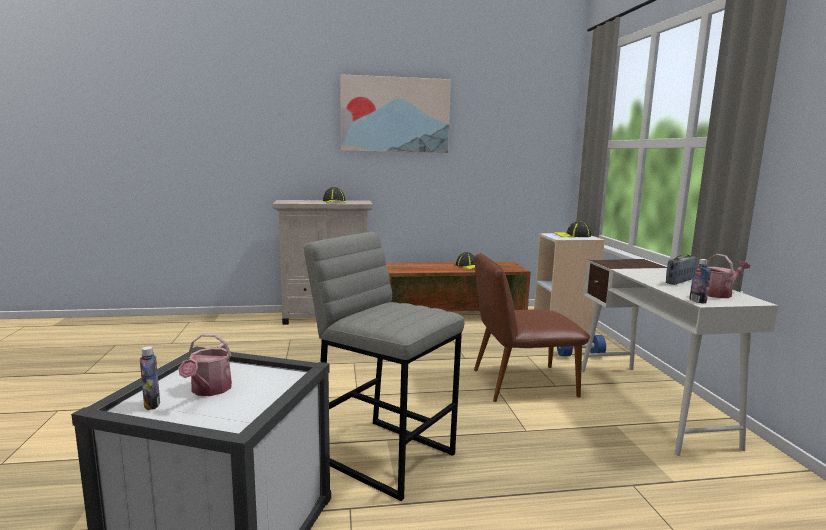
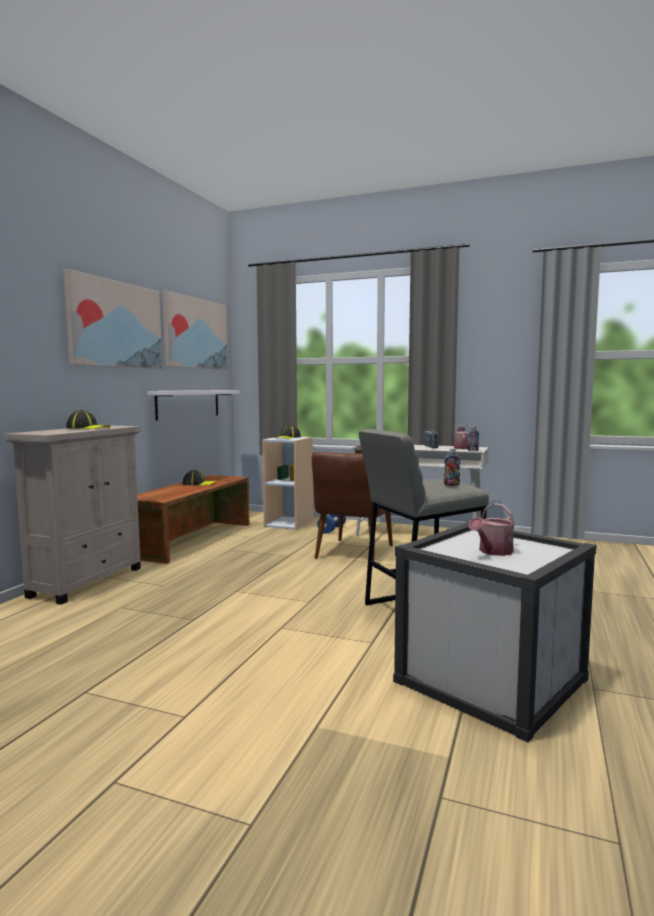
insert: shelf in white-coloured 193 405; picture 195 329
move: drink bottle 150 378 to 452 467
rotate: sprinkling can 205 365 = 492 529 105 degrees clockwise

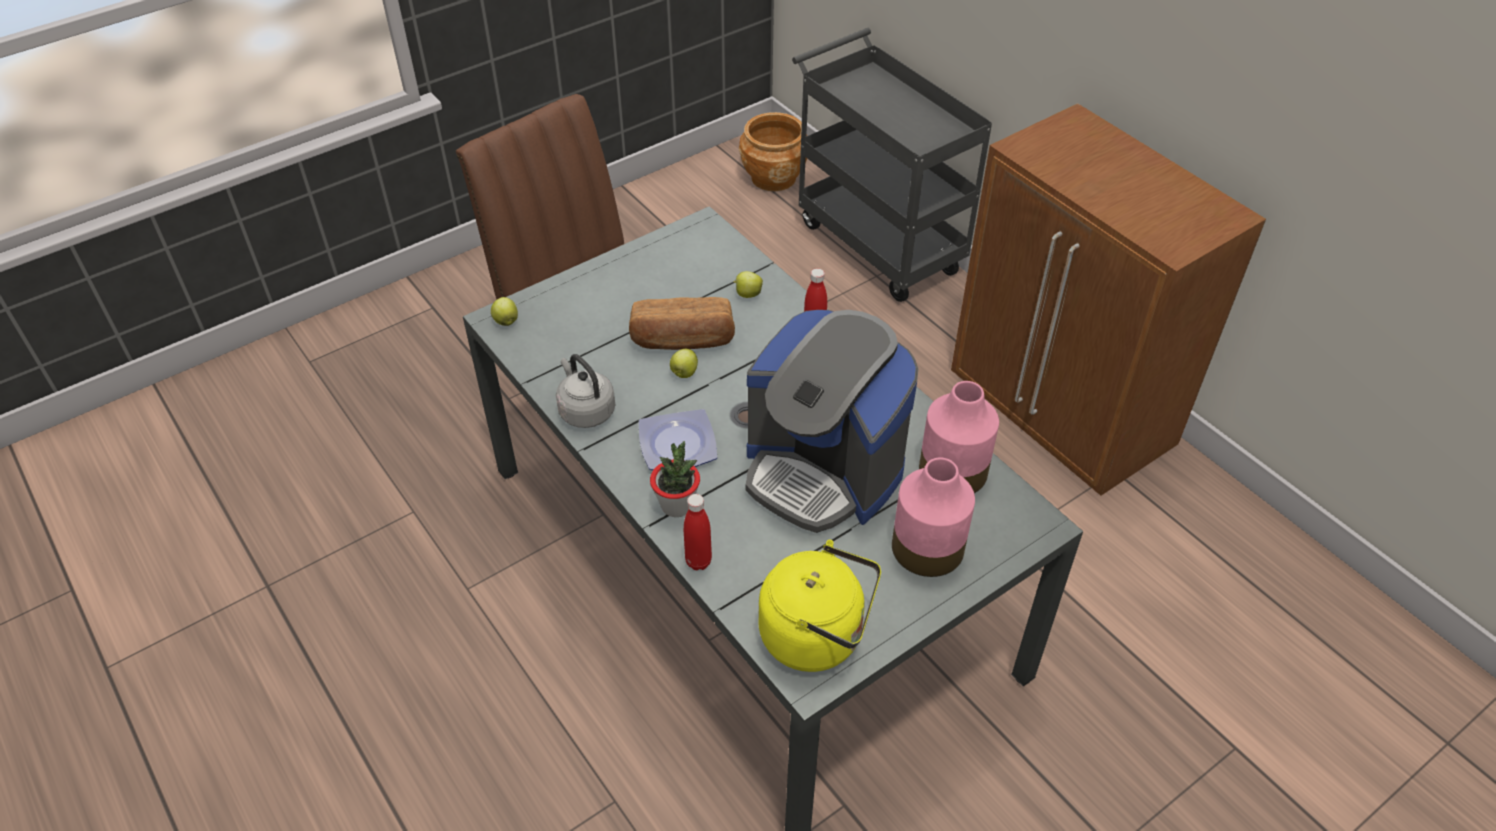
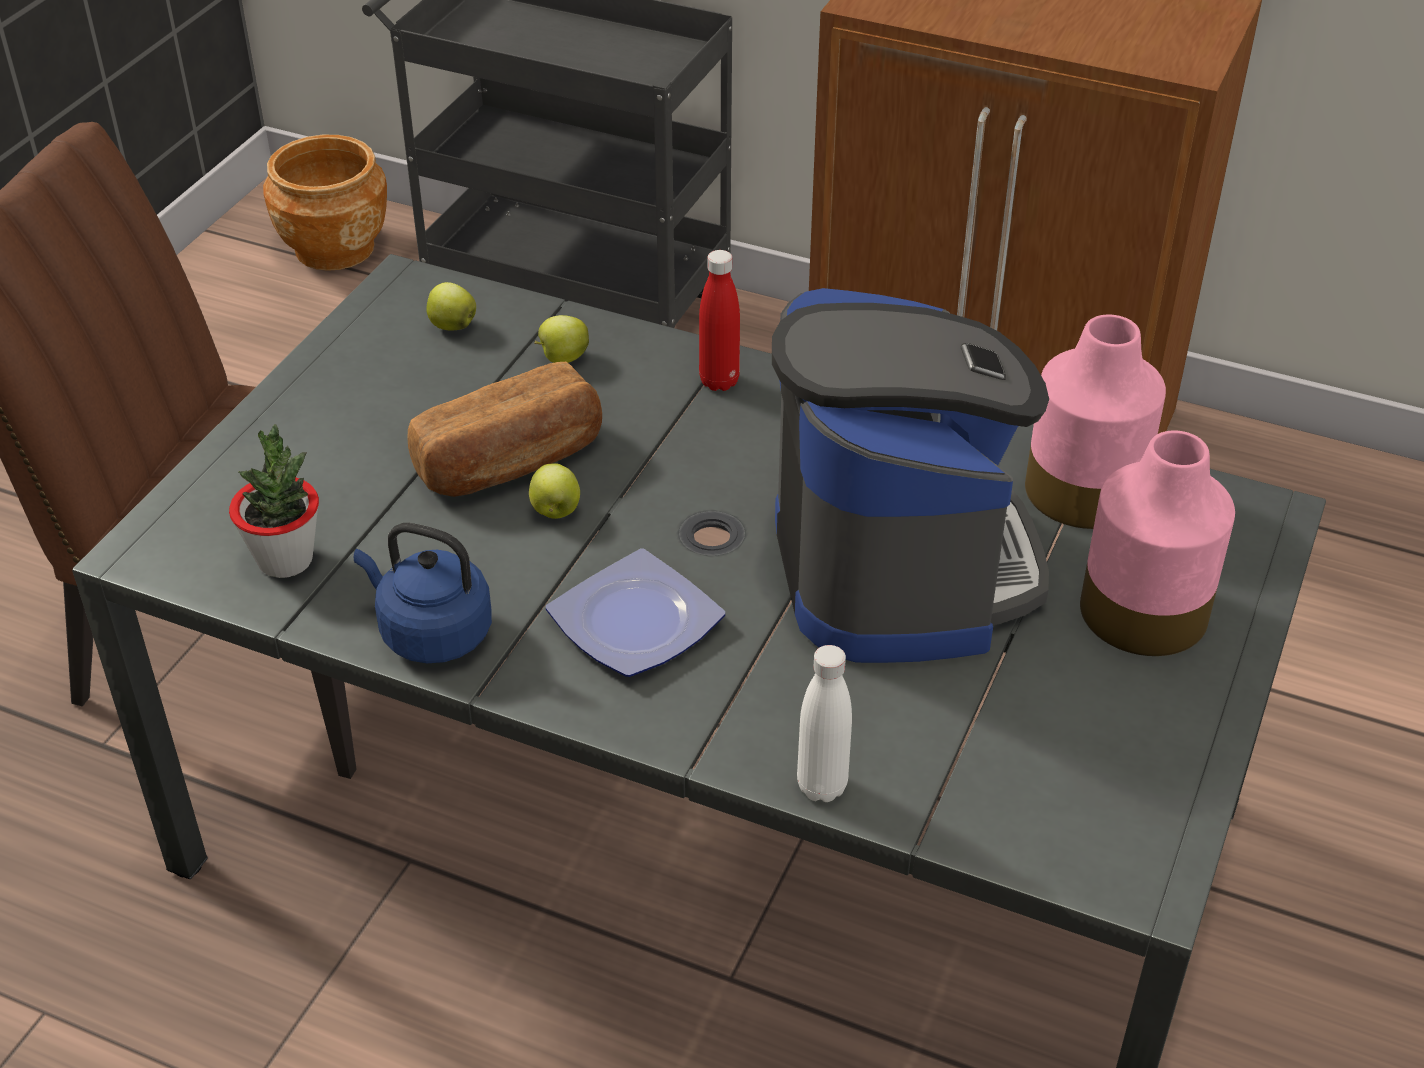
delete: water kettle in yellow 820 606
move: whole apple 504 311 to 451 306; houseplant 675 479 to 274 501
recolor: water kettle in gray 585 391 to water kettle in blue-coloured 423 593; drink bottle in reddish 698 532 to drink bottle in white-coloured 824 723
rotate: coffee machine 832 421 = 910 475 105 degrees counterclockwise

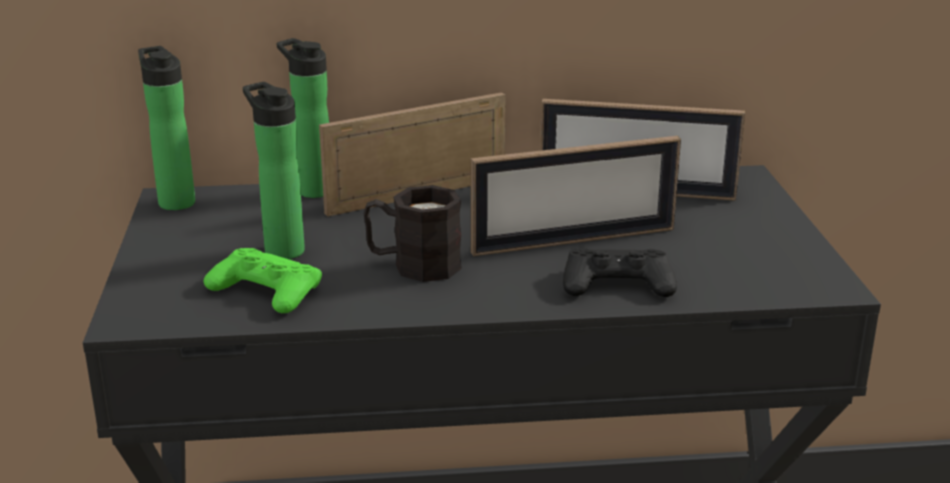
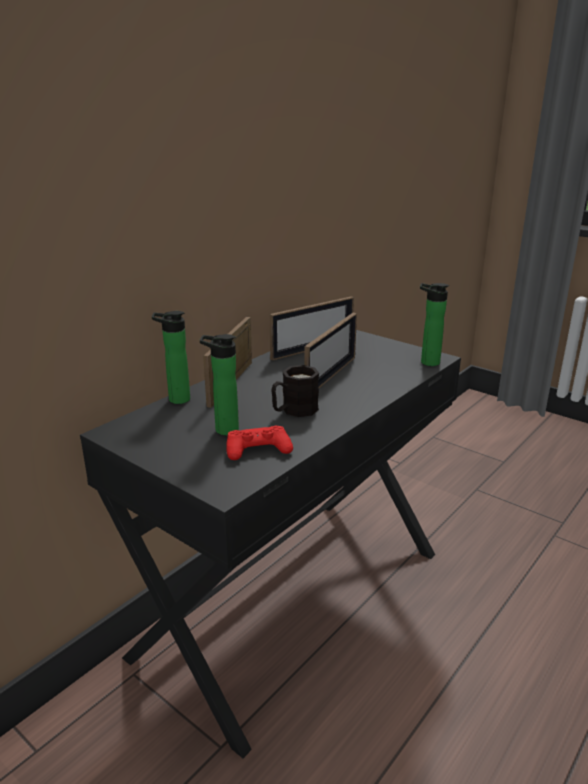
delete: joypad in blackish 620 272
move: drink bottle 166 128 to 434 324
recolor: joypad in green 263 280 to joypad in reddish 259 443

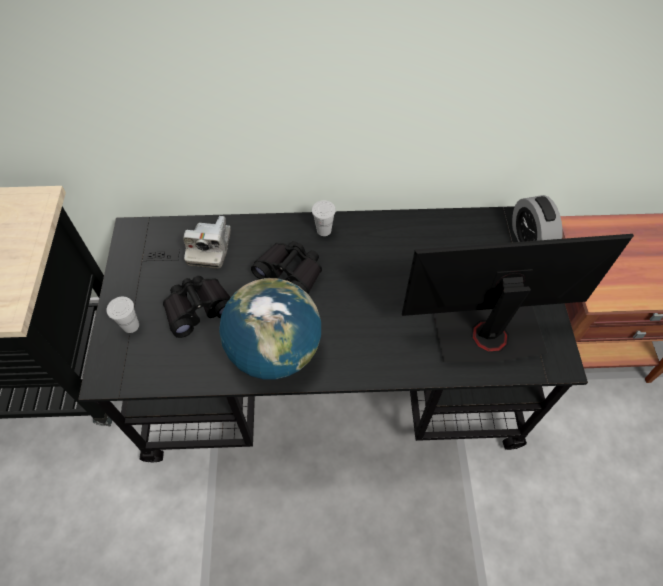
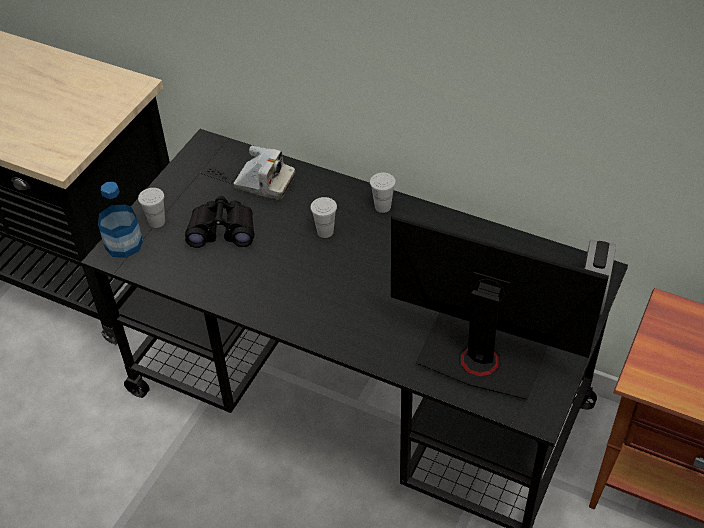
delete: desk globe 270 329
insert: drink bottle 120 220
replace: binoculars in blackish 286 267 to cup in white-coloured 323 217
rotate: still camera 207 242 = 264 173 105 degrees counterclockwise

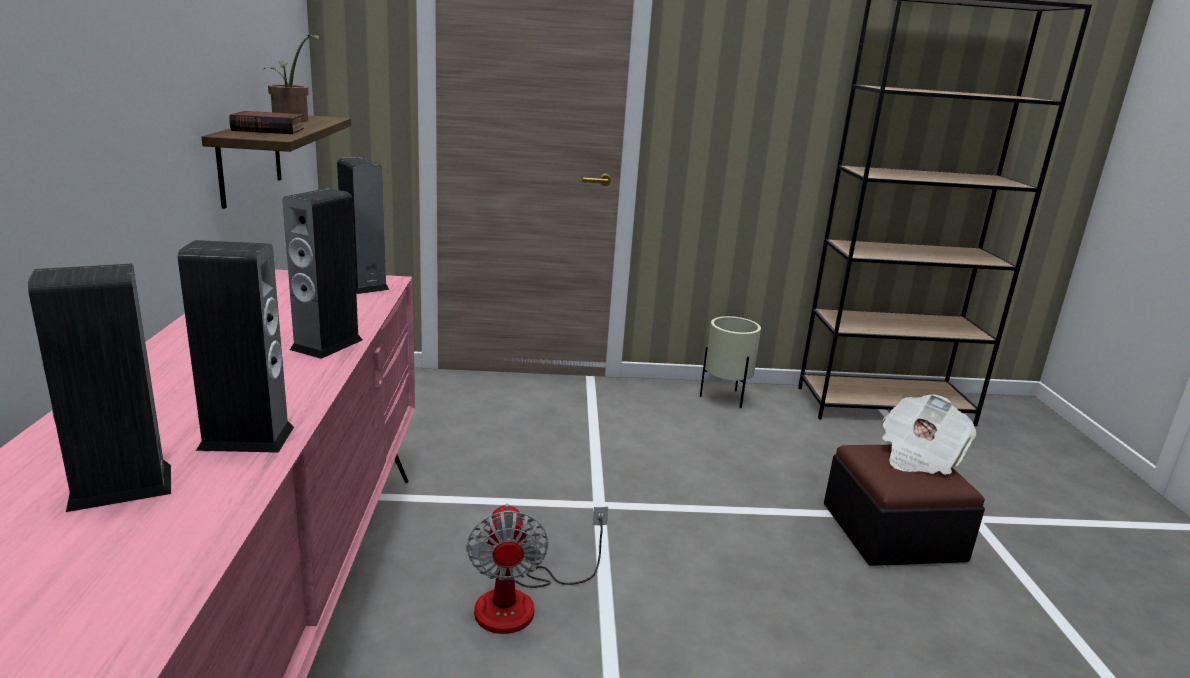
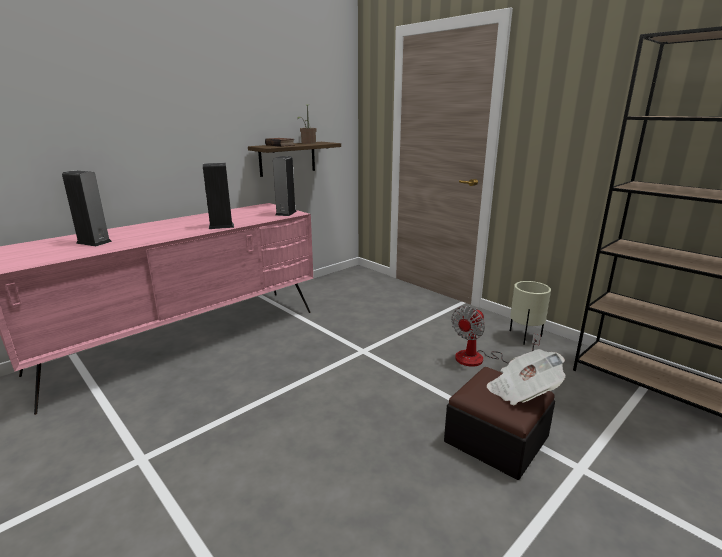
delete: loudspeaker 236 346
move: cooling fan 537 569 to 496 336

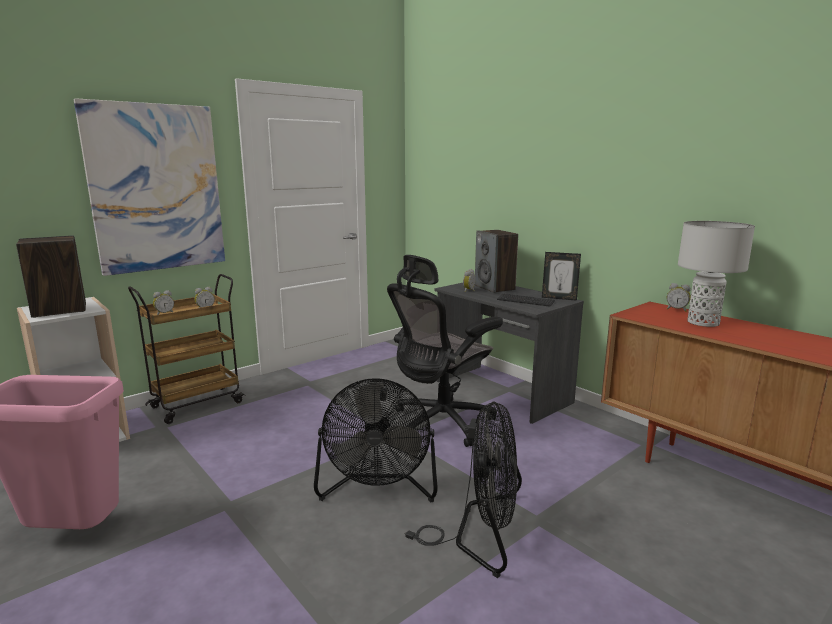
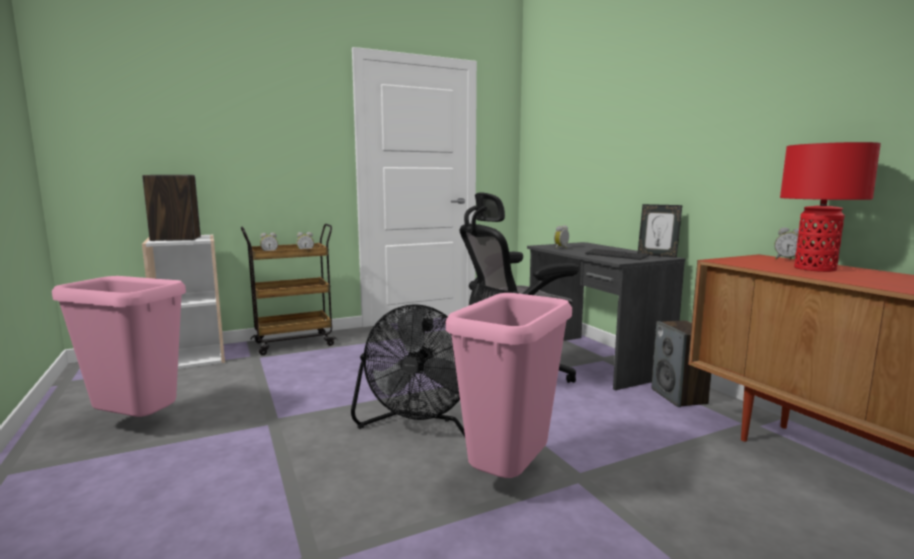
delete: picture 149 187
move: loudspeaker 496 261 to 681 363
replace: cooling fan in blackish 463 490 to trash can in pink-coloured 509 385
recolor: table lamp in white-coloured 716 274 to table lamp in reddish 830 207

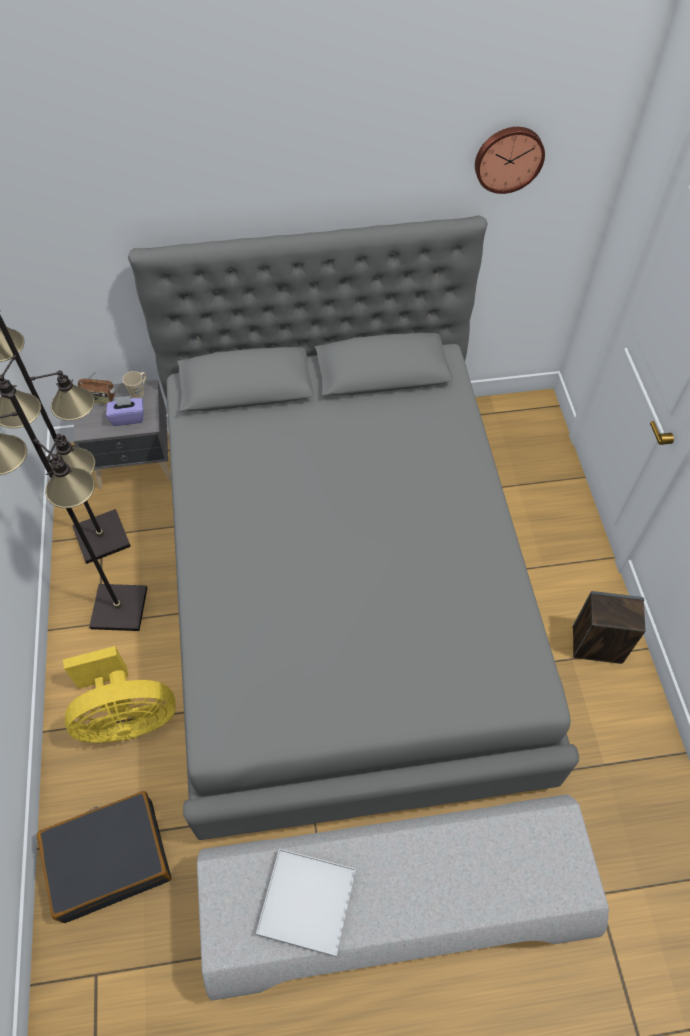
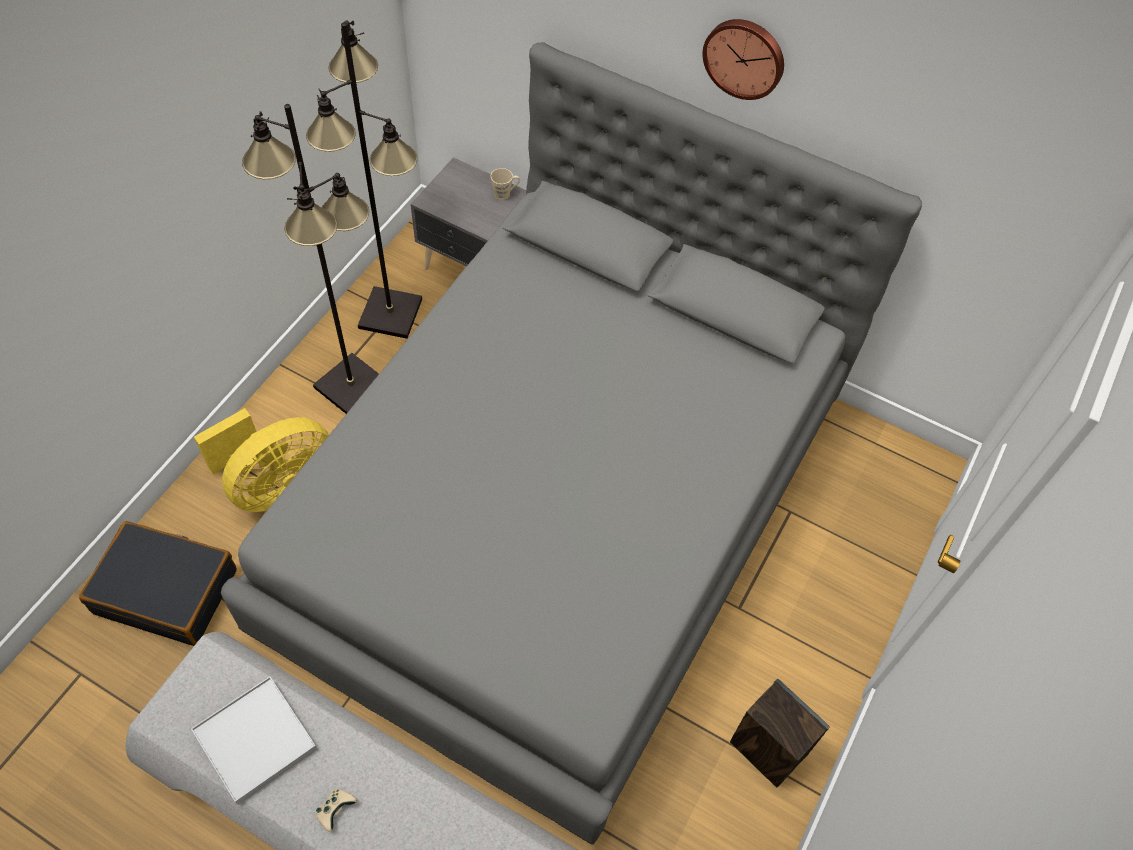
delete: radio 96 387; tissue box in purple 124 411
insert: joypad in sand-coloured 336 810
move: clock on the wall 510 160 to 743 59
rotate: cooling fan in yellow 119 694 = 261 460 60 degrees counterclockwise

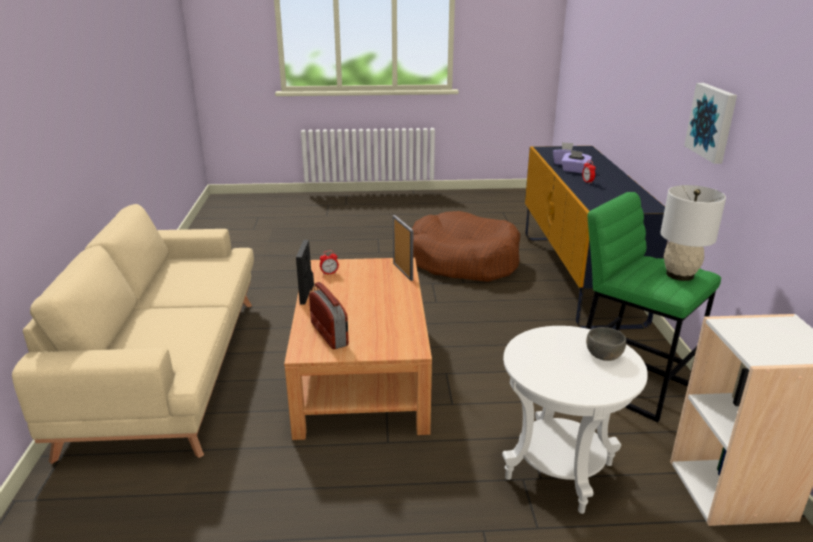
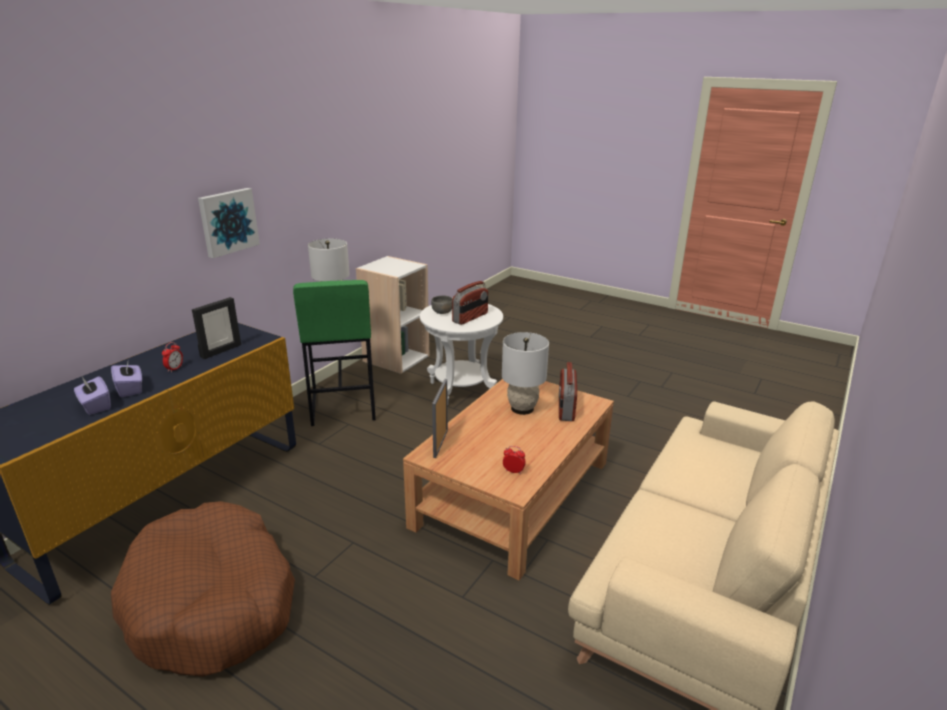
insert: radio 470 303; table lamp in white-coloured 525 373
move: standing frame 305 272 to 216 328

